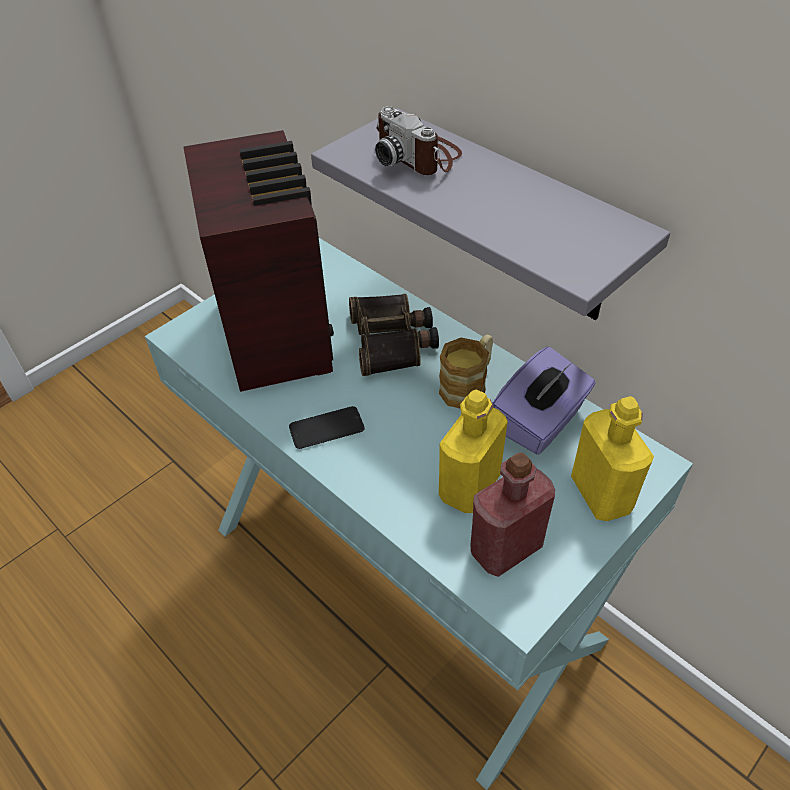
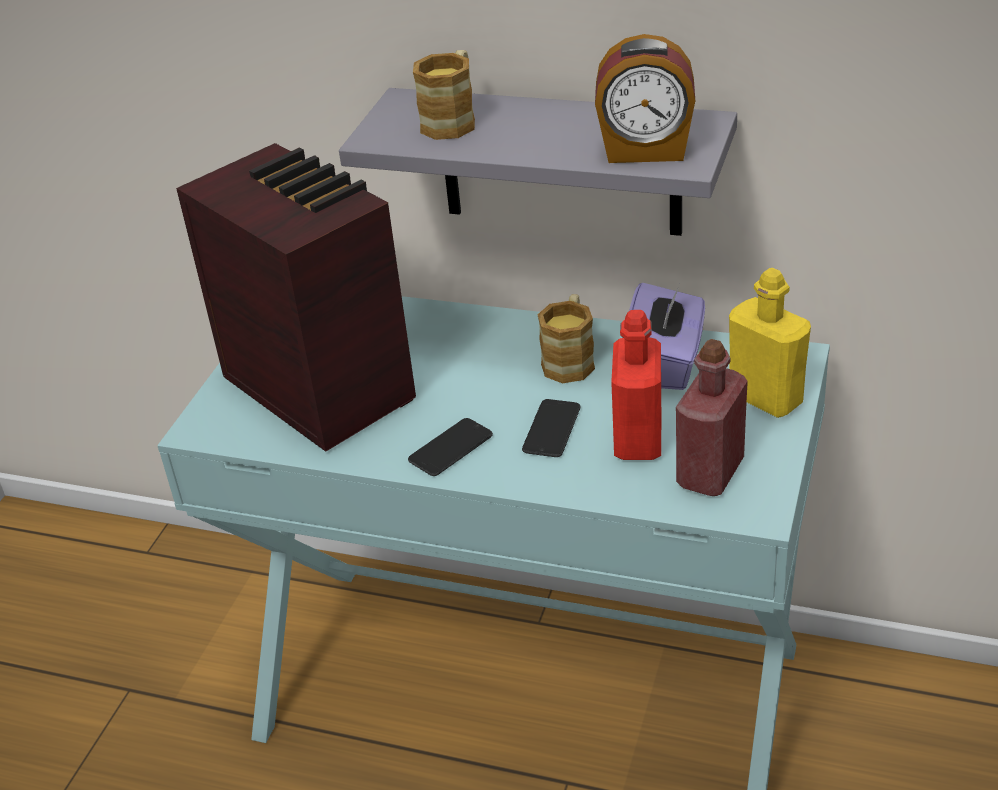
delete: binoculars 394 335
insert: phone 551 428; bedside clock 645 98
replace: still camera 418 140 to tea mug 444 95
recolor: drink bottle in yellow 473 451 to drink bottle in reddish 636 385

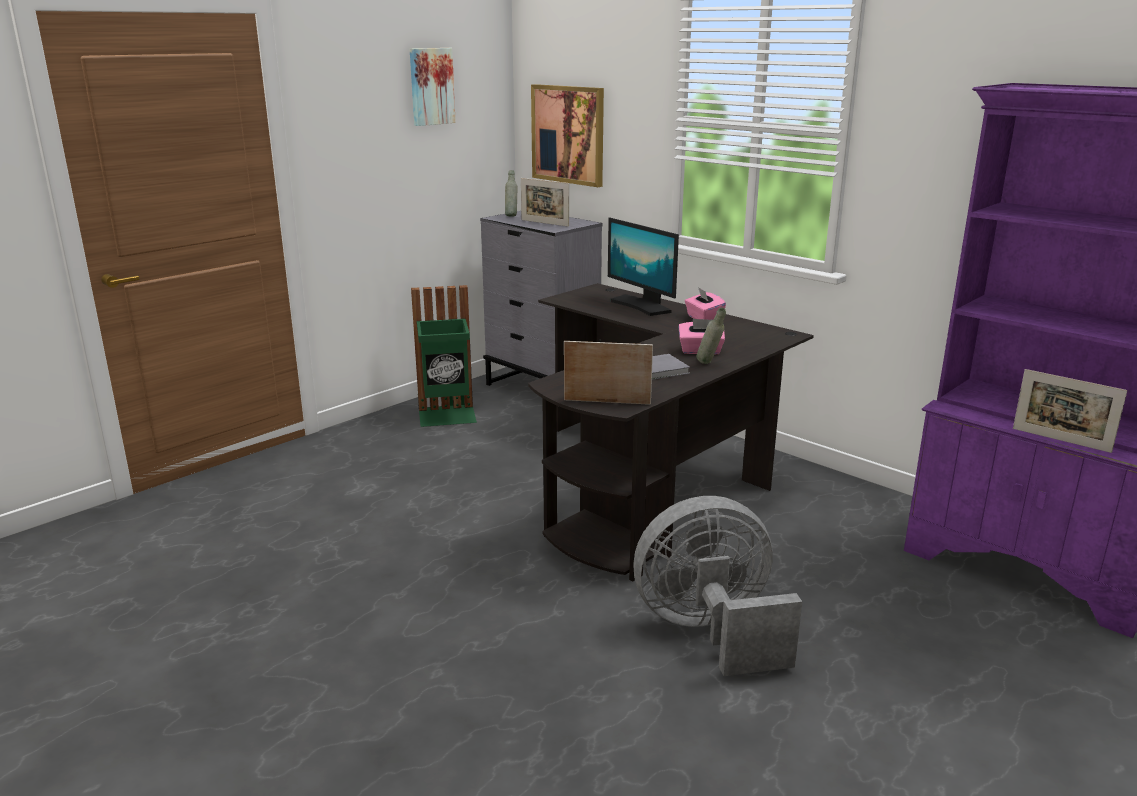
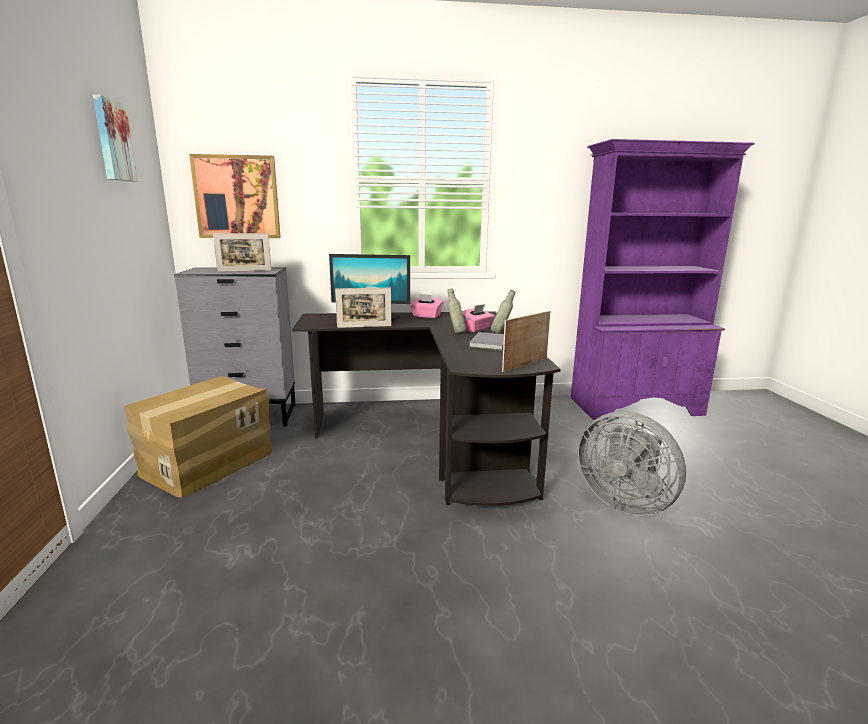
move: drink bottle in gray 511 193 to 457 311; standing frame 1070 411 to 363 308
replace: trash can in green 444 356 to carton 198 437
rotate: cooling fan in gray 717 586 = 632 463 75 degrees counterclockwise

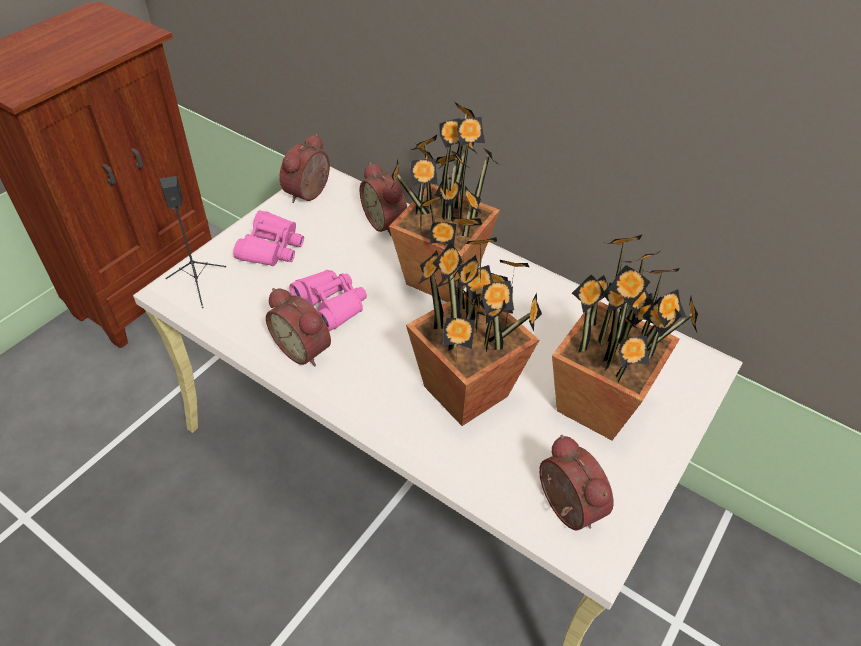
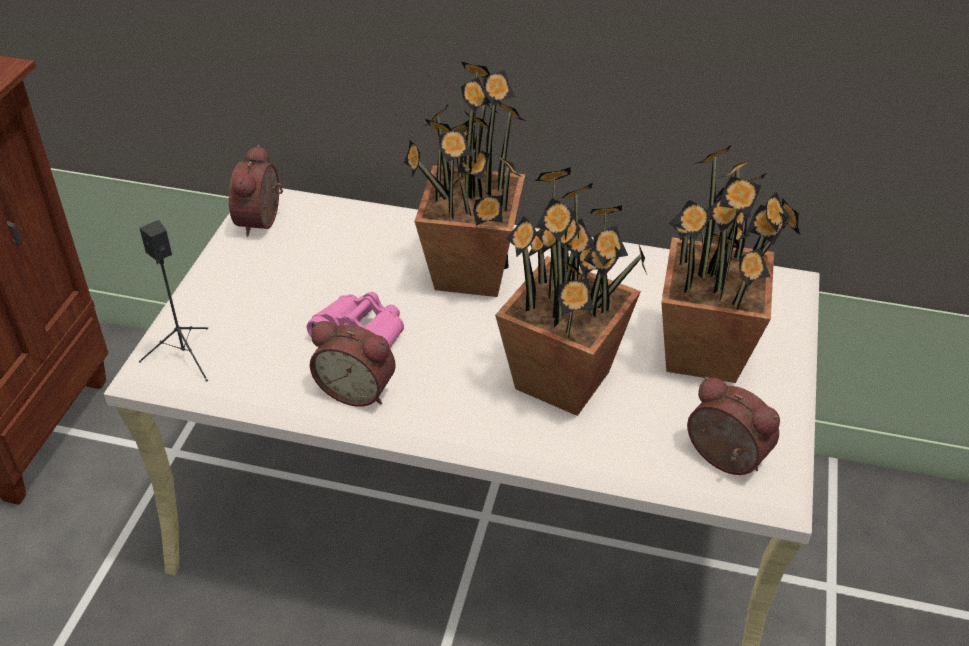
delete: binoculars in pink-coloured 268 238; bedside clock 383 199

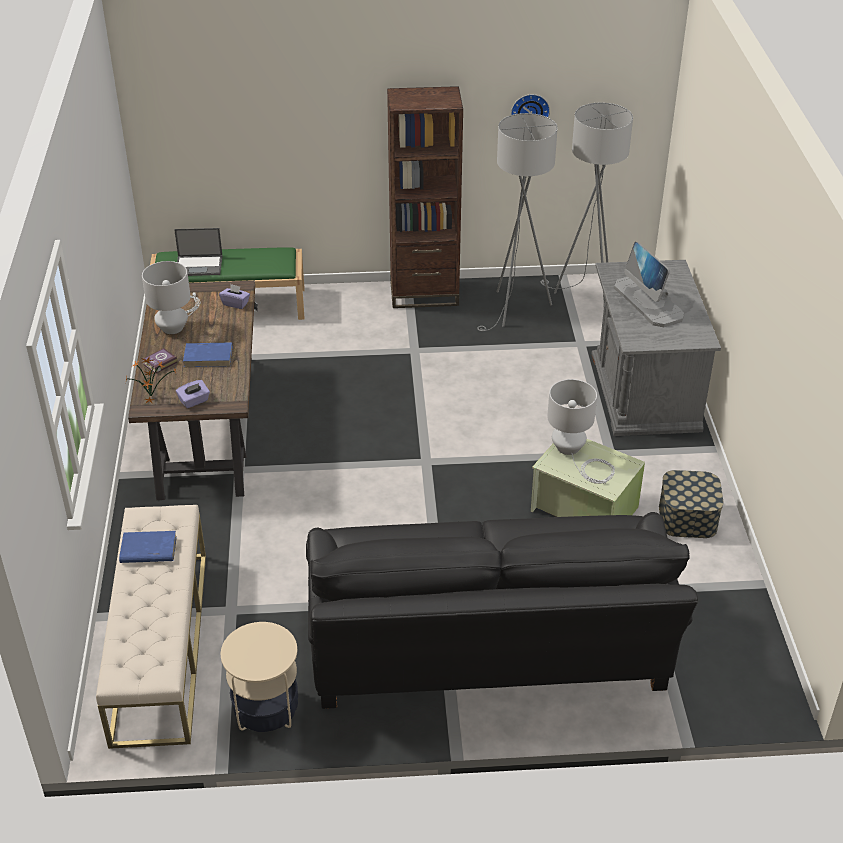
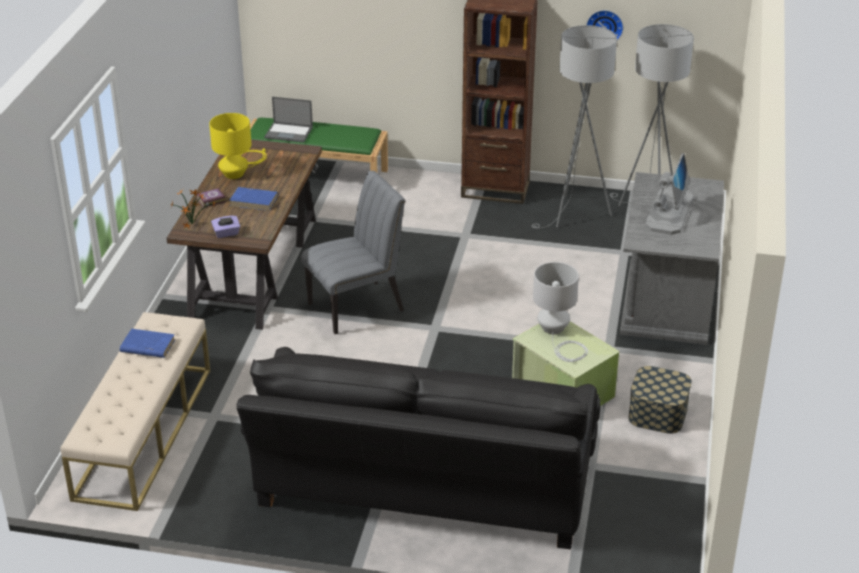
delete: tissue box in purple 234 296; end table in sand-coloured 259 677
insert: plain chair in gray 353 252
recolor: table lamp in gray 171 297 to table lamp in yellow 238 146
rotate: computer screen 649 284 = 669 194 150 degrees counterclockwise

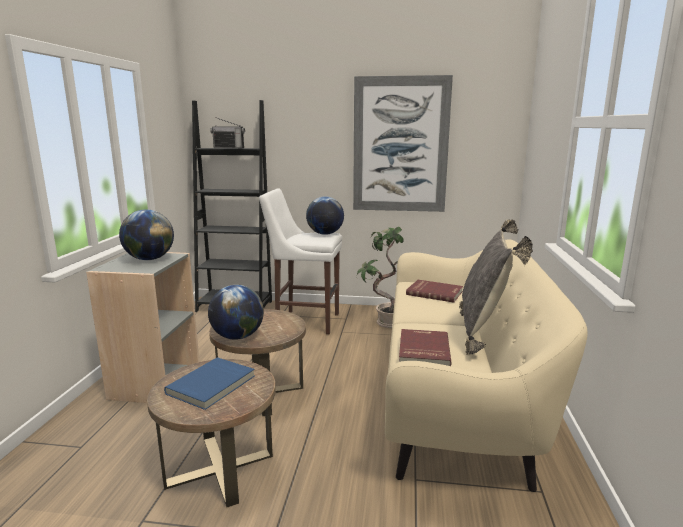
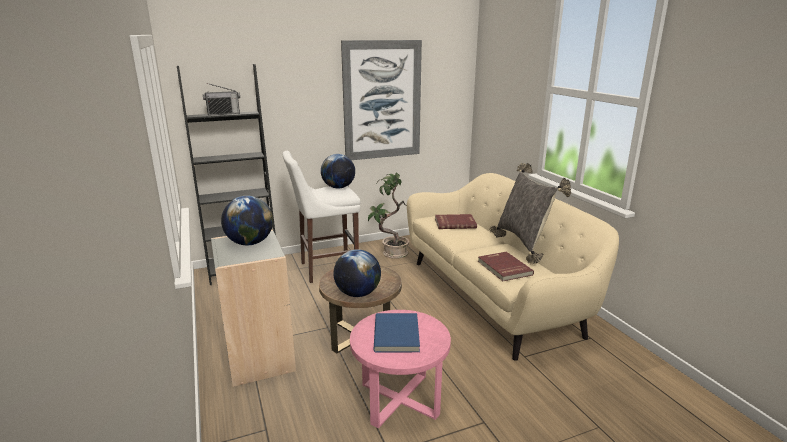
recolor: end table in brown-coloured 211 433 to end table in pink-coloured 400 369

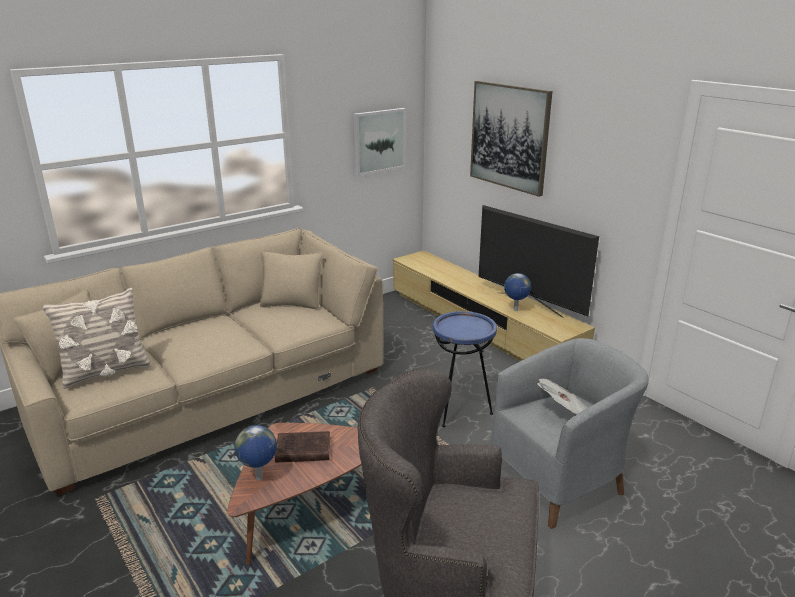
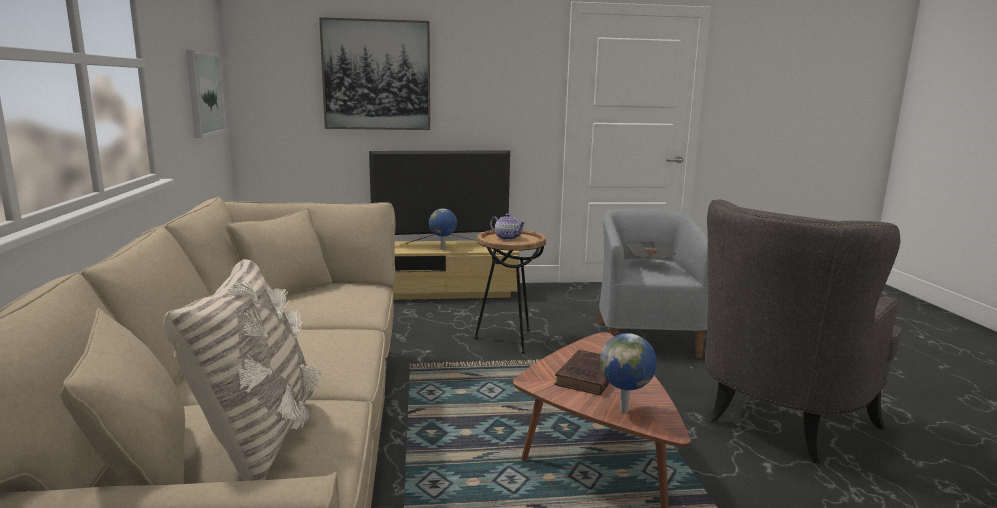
insert: teapot 508 226
recolor: end table in blue-coloured 465 369 to end table in brown-coloured 510 292

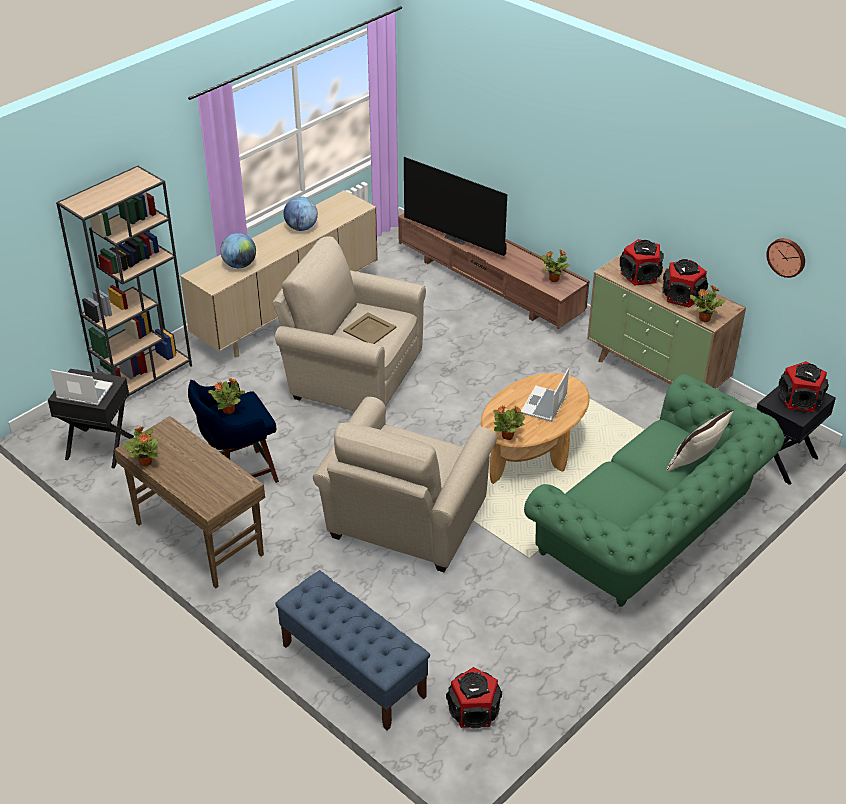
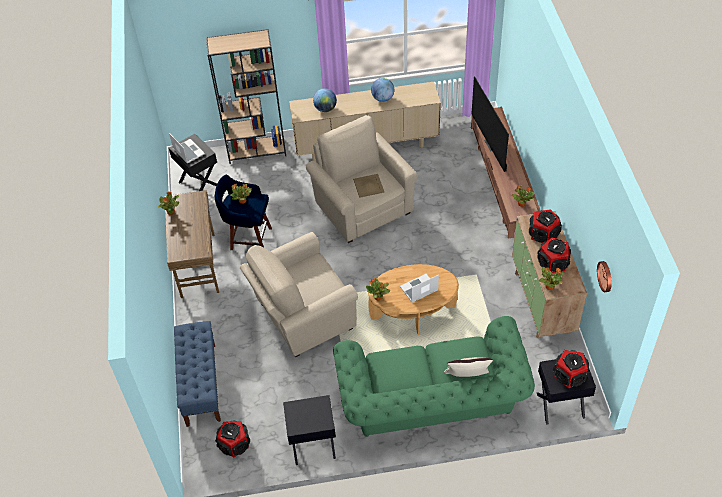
insert: end table in blackish 309 430

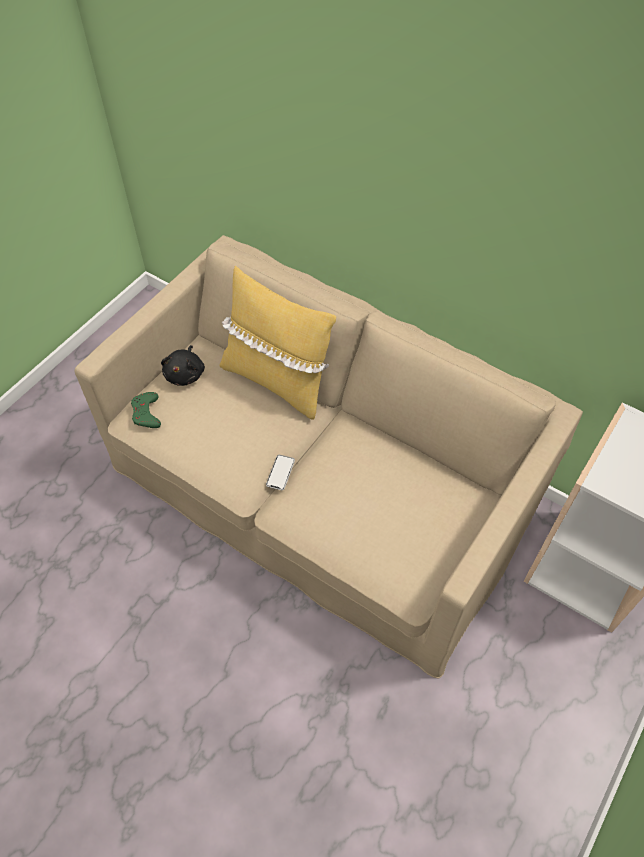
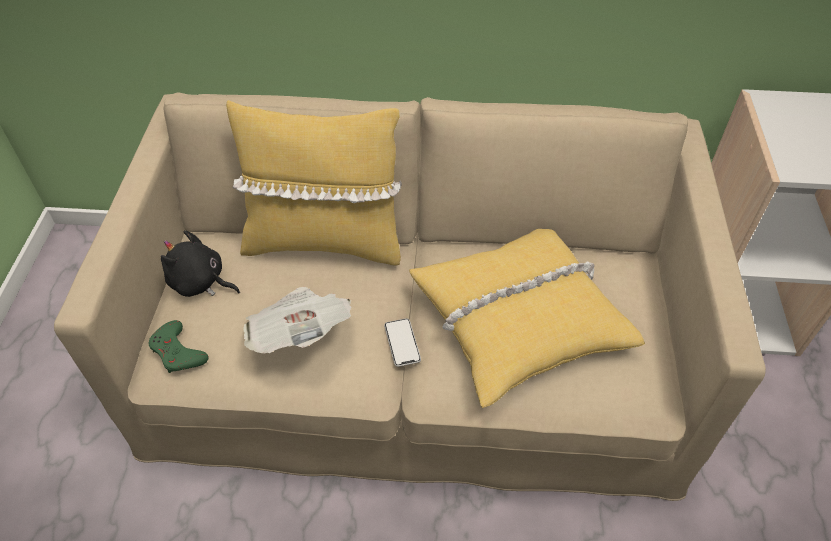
insert: daily paper 297 320; pillow in yellow 527 318
rotate: plush toy in blackish 183 365 = 200 263 135 degrees clockwise

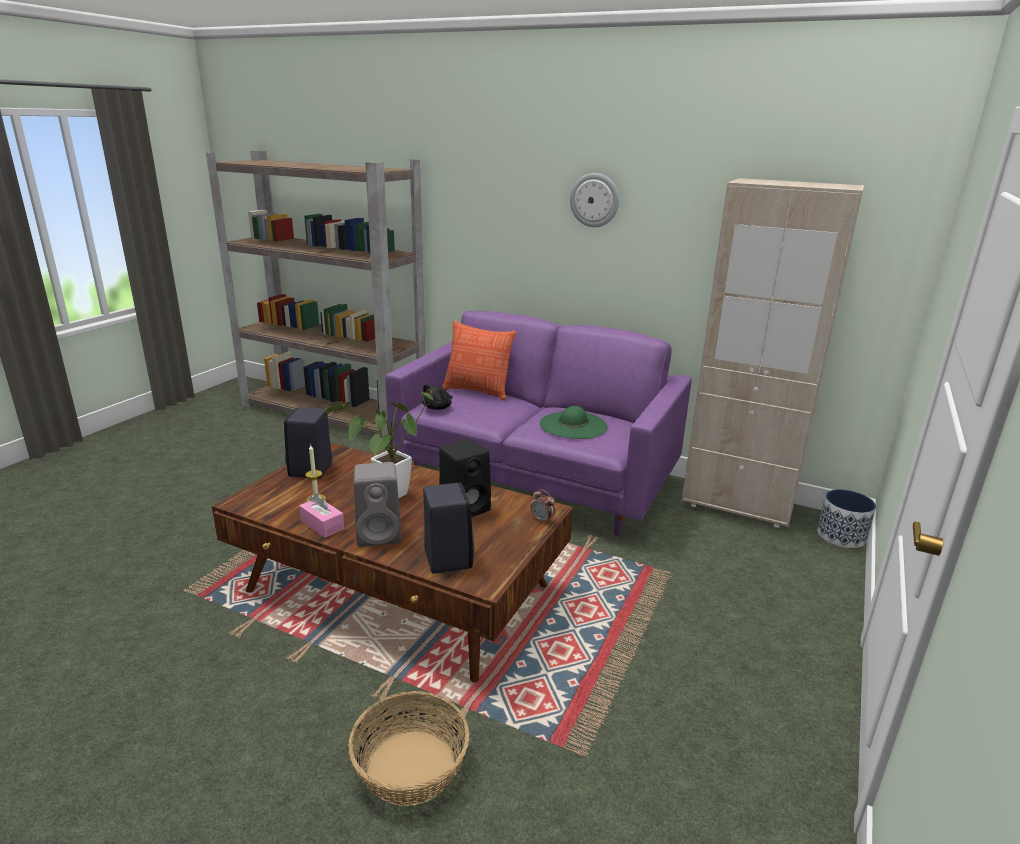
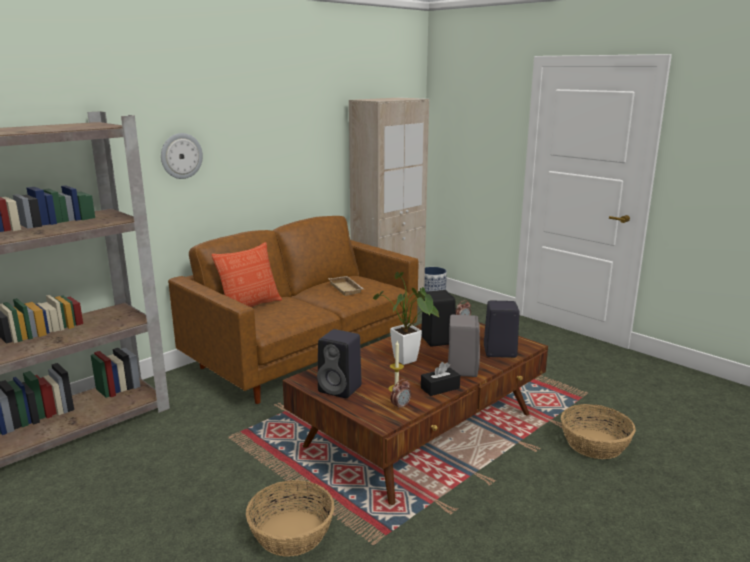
delete: plush toy in blackish 437 397
insert: household basket 290 518; bedside clock 400 394
move: clock on the wall 594 200 to 182 156
replace: hat in green 573 422 to carrying tray in sand-coloured 346 286
recolor: tissue box in pink-coloured 322 515 to tissue box in blackish 440 379; sofa in purple 538 423 to sofa in brown-coloured 293 310

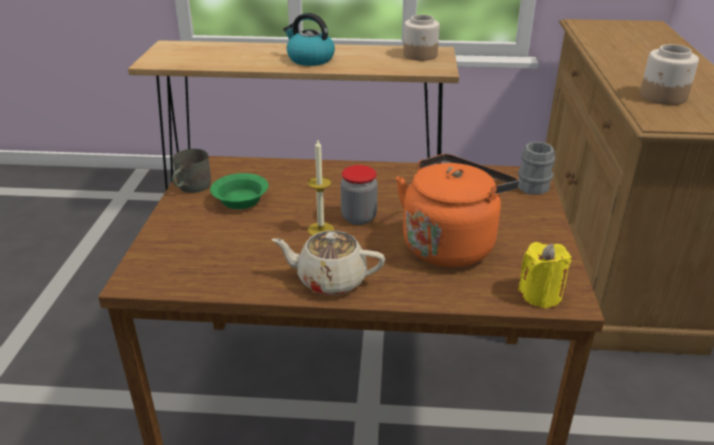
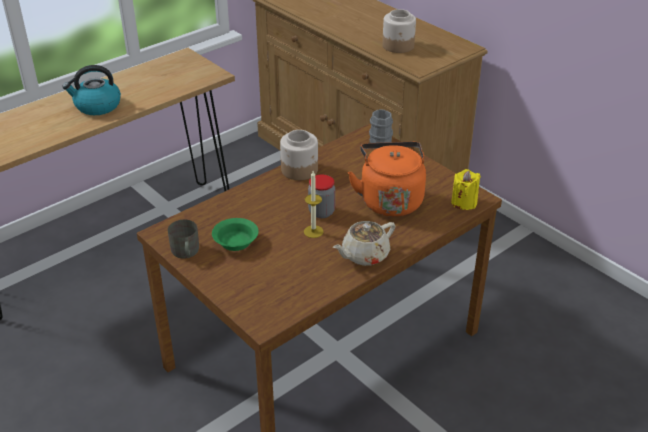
move: jar 421 38 to 299 155

